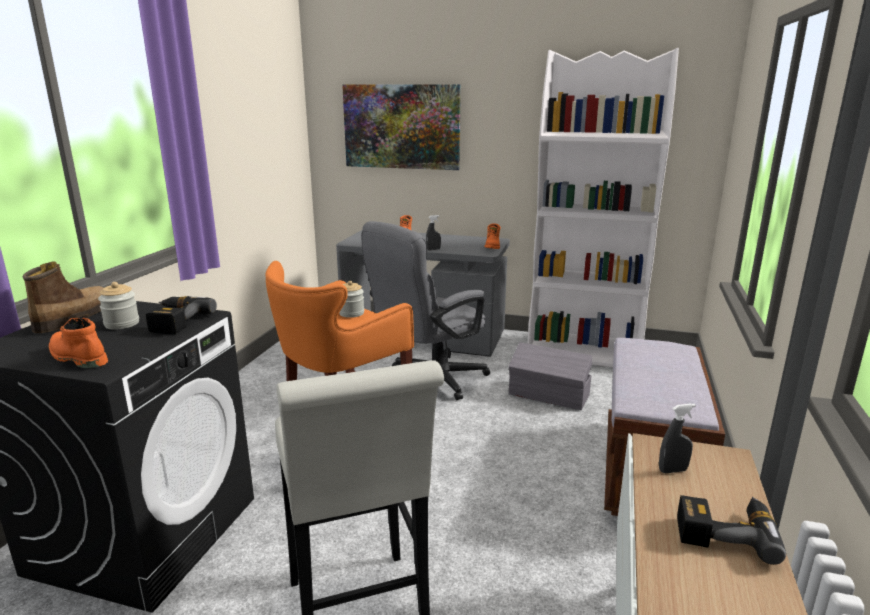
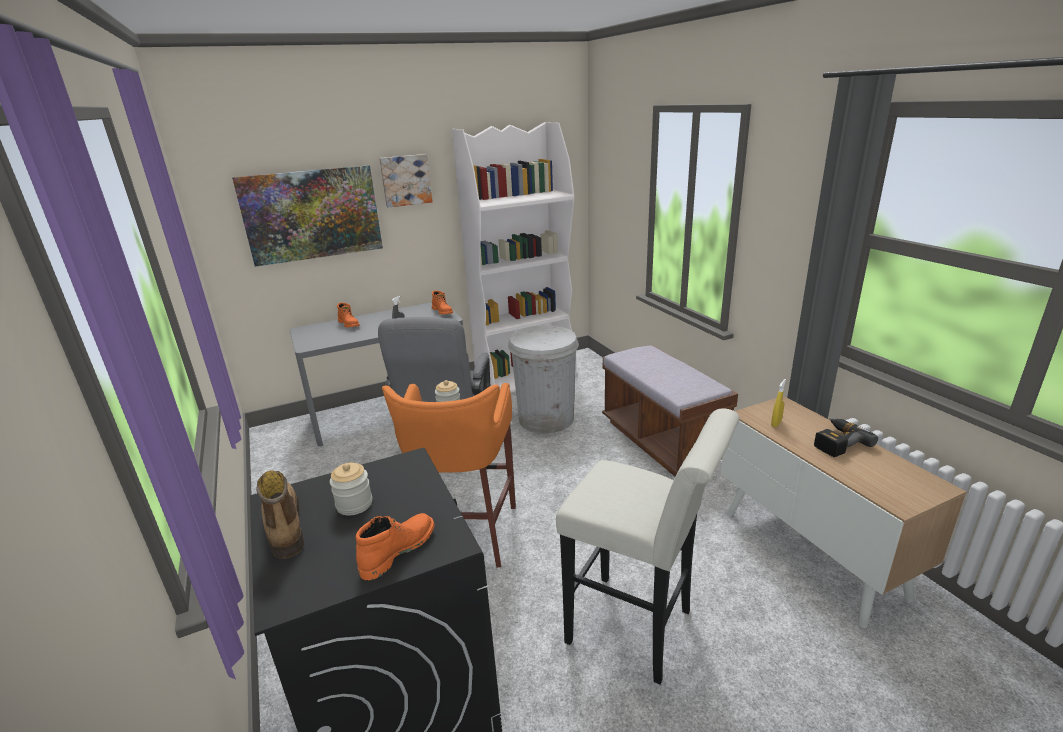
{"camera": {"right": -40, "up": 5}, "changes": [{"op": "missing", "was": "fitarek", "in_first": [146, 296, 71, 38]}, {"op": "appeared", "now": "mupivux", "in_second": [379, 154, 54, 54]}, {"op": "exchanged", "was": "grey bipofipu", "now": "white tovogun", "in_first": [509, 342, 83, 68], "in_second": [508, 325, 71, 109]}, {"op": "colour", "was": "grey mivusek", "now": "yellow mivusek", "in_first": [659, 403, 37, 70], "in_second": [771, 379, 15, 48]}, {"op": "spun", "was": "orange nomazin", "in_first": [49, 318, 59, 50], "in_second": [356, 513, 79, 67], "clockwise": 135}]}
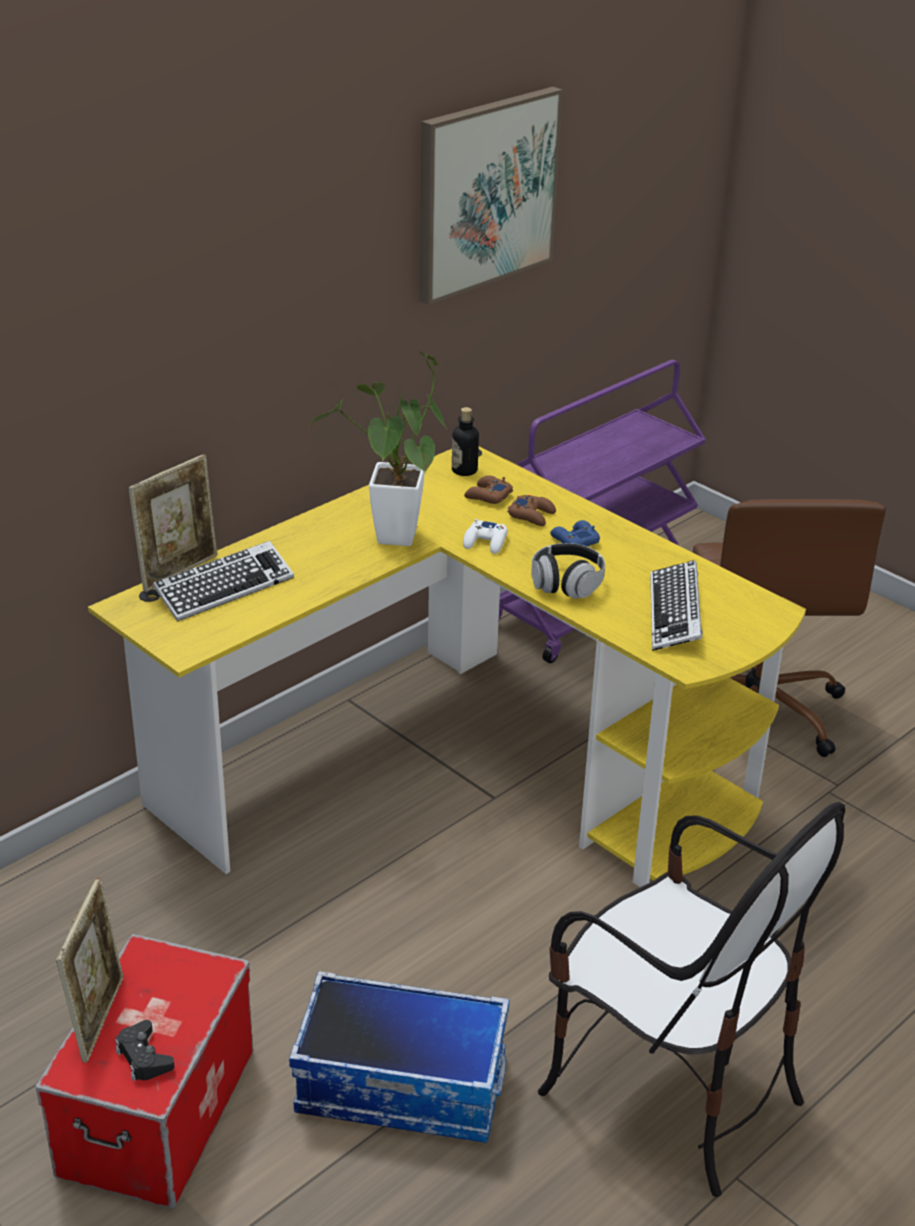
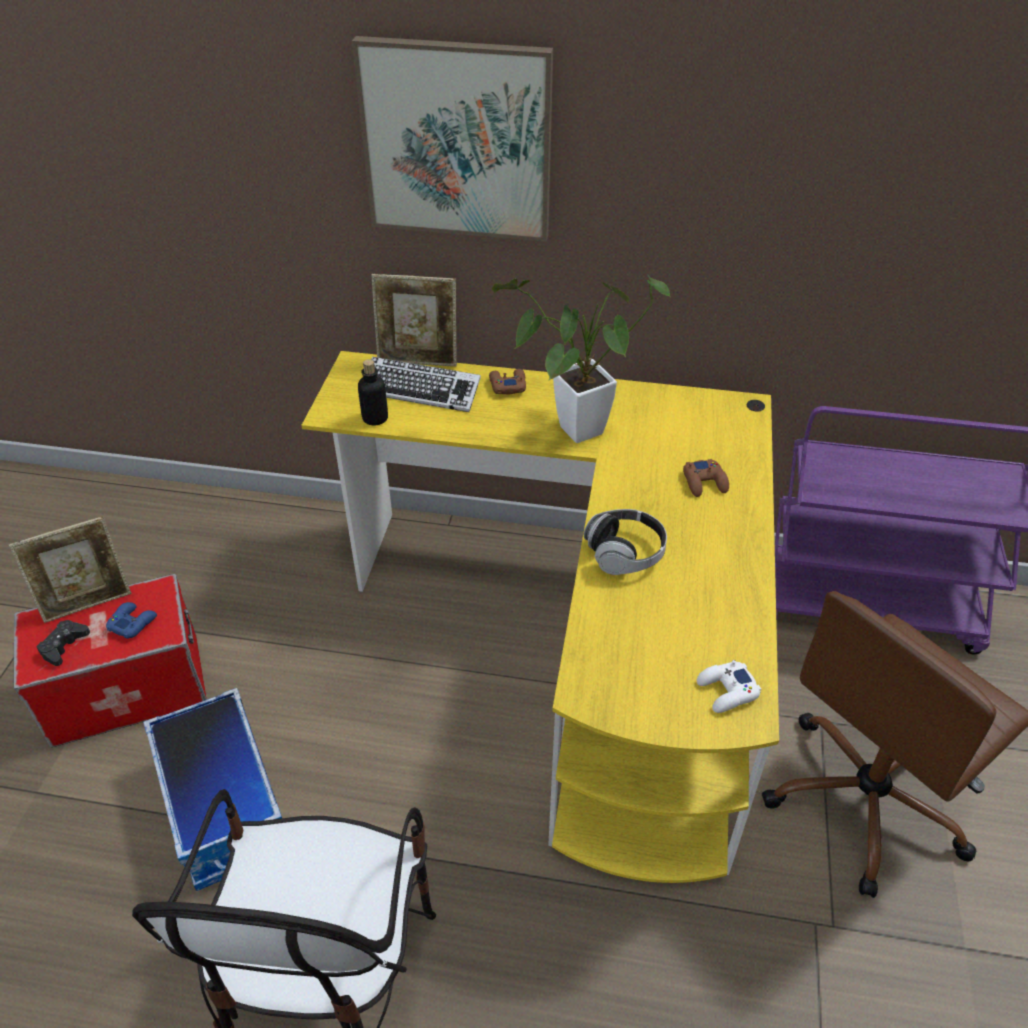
{"camera": {"right": 55, "up": 10}, "changes": [{"op": "missing", "was": "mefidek", "in_first": [650, 560, 53, 91]}, {"op": "relocated", "was": "mupivux", "in_first": [420, 87, 143, 218], "in_second": [352, 36, 201, 206]}, {"op": "relocated", "was": "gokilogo", "in_first": [452, 407, 27, 69], "in_second": [358, 359, 30, 66]}, {"op": "relocated", "was": "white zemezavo", "in_first": [463, 518, 45, 36], "in_second": [697, 660, 64, 53]}, {"op": "relocated", "was": "brown zemezavo", "in_first": [464, 475, 49, 29], "in_second": [489, 369, 37, 26]}, {"op": "relocated", "was": "blue zemezavo", "in_first": [550, 520, 50, 27], "in_second": [106, 602, 51, 37]}]}
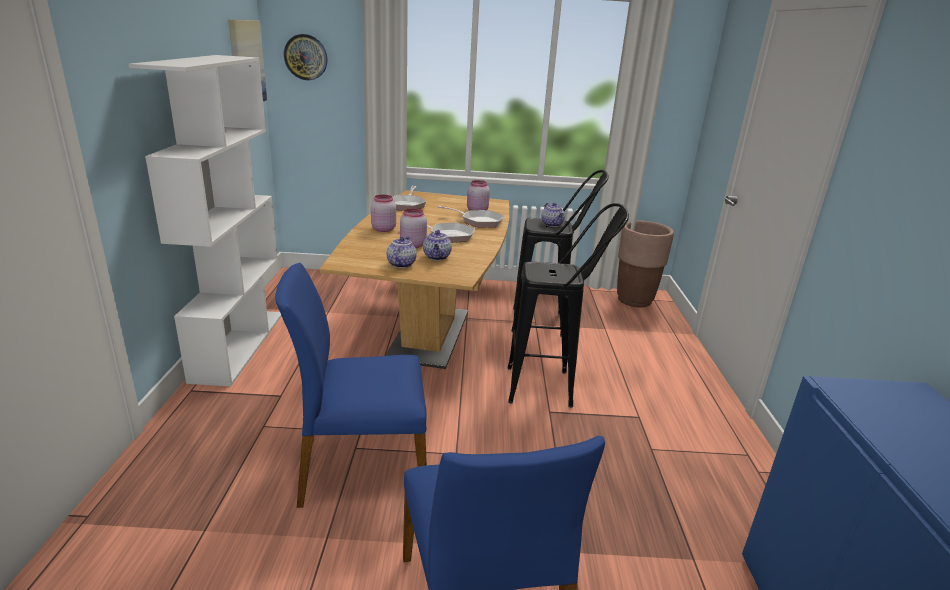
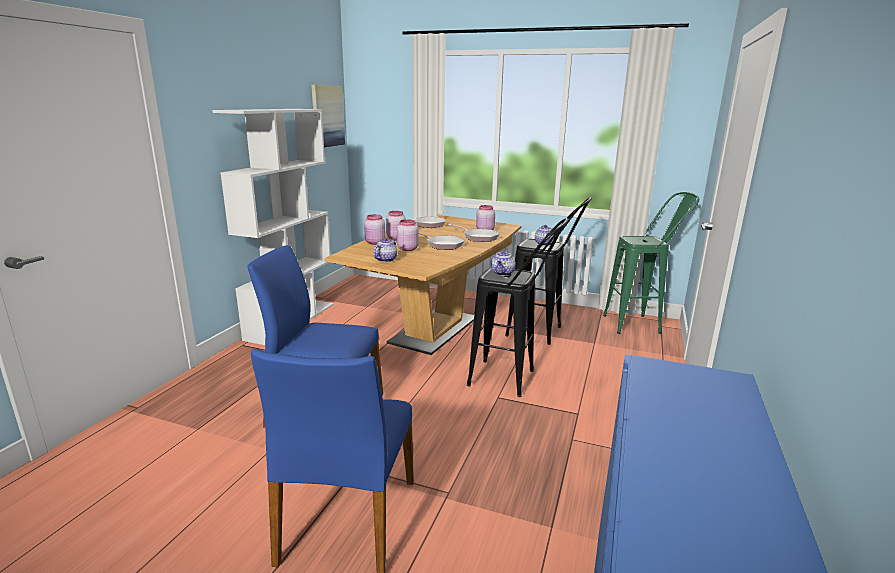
{"camera": {"right": 20, "up": -5}, "changes": [{"op": "missing", "was": "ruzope", "in_first": [284, 34, 44, 46]}, {"op": "appeared", "now": "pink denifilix", "in_second": [364, 214, 22, 31]}, {"op": "relocated", "was": "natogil", "in_first": [423, 230, 29, 30], "in_second": [491, 250, 25, 26]}, {"op": "exchanged", "was": "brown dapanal", "now": "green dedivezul", "in_first": [617, 221, 57, 86], "in_second": [603, 192, 96, 142]}]}
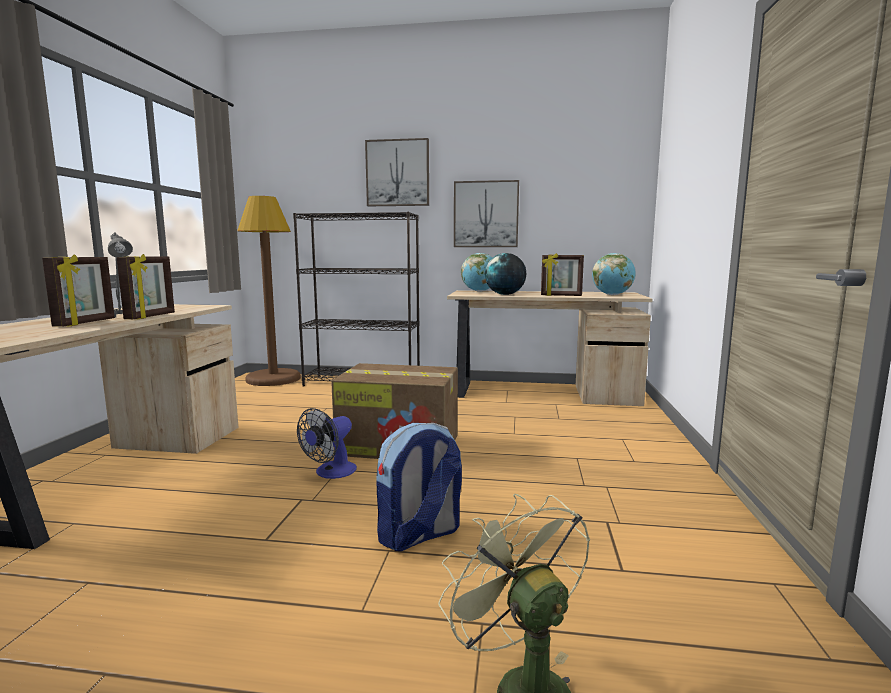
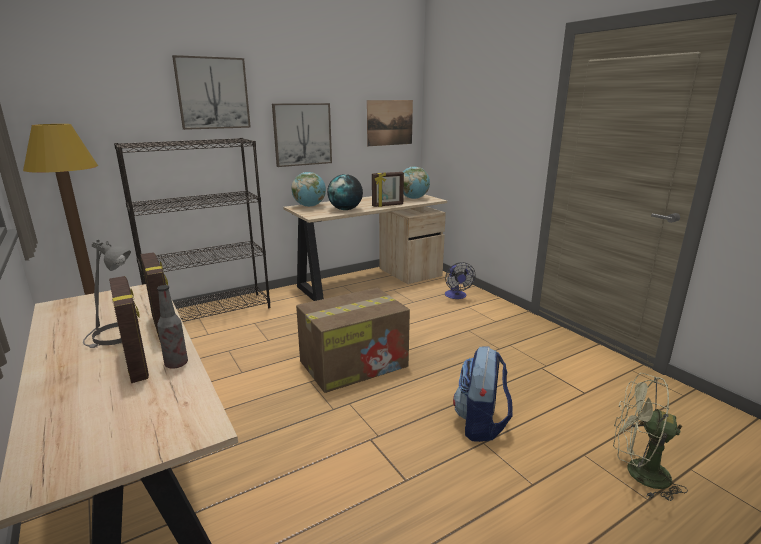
{"camera": {"right": -40, "up": 10}, "changes": [{"op": "appeared", "now": "gokilogo", "in_second": [157, 285, 31, 84]}, {"op": "appeared", "now": "mupivux", "in_second": [367, 100, 46, 46]}, {"op": "relocated", "was": "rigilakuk", "in_first": [297, 408, 60, 71], "in_second": [445, 262, 31, 37]}]}
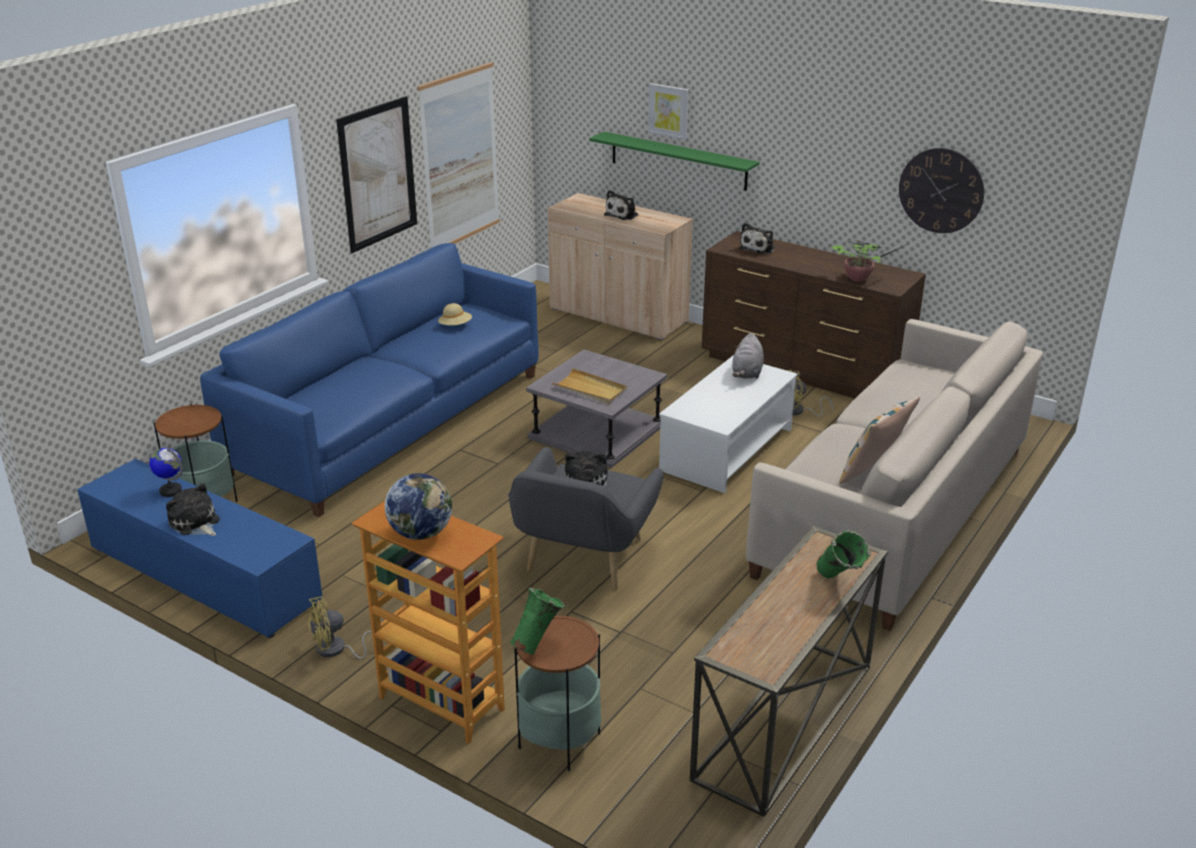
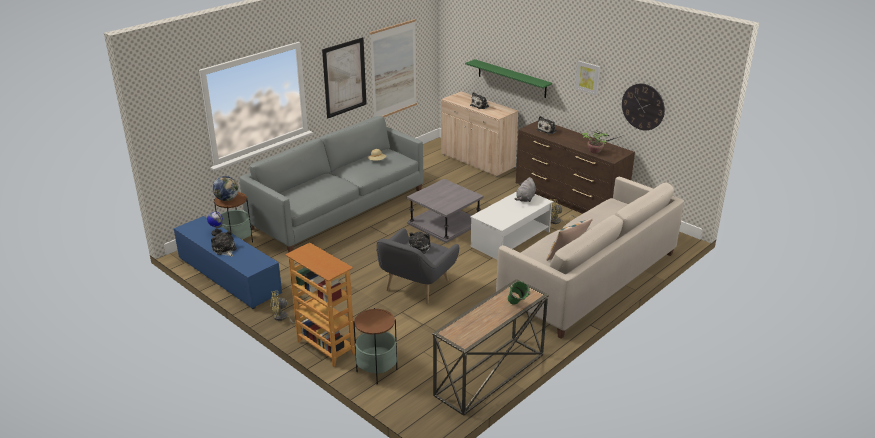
{"camera": {"right": 10, "up": 0}, "changes": [{"op": "missing", "was": "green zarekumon", "in_first": [510, 588, 55, 67]}, {"op": "missing", "was": "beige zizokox", "in_first": [552, 368, 75, 36]}, {"op": "relocated", "was": "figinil", "in_first": [385, 473, 67, 67], "in_second": [212, 176, 26, 25]}, {"op": "relocated", "was": "mupivux", "in_first": [648, 83, 41, 57], "in_second": [575, 61, 25, 34]}, {"op": "colour", "was": "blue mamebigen", "now": "grey mamebigen", "in_first": [200, 243, 338, 274], "in_second": [239, 116, 185, 137]}]}
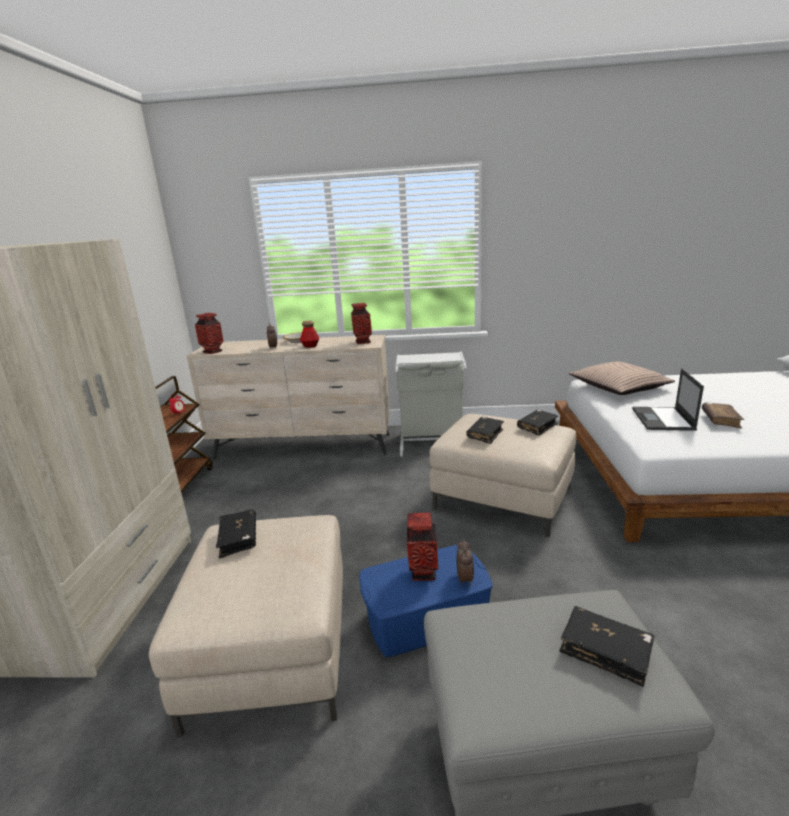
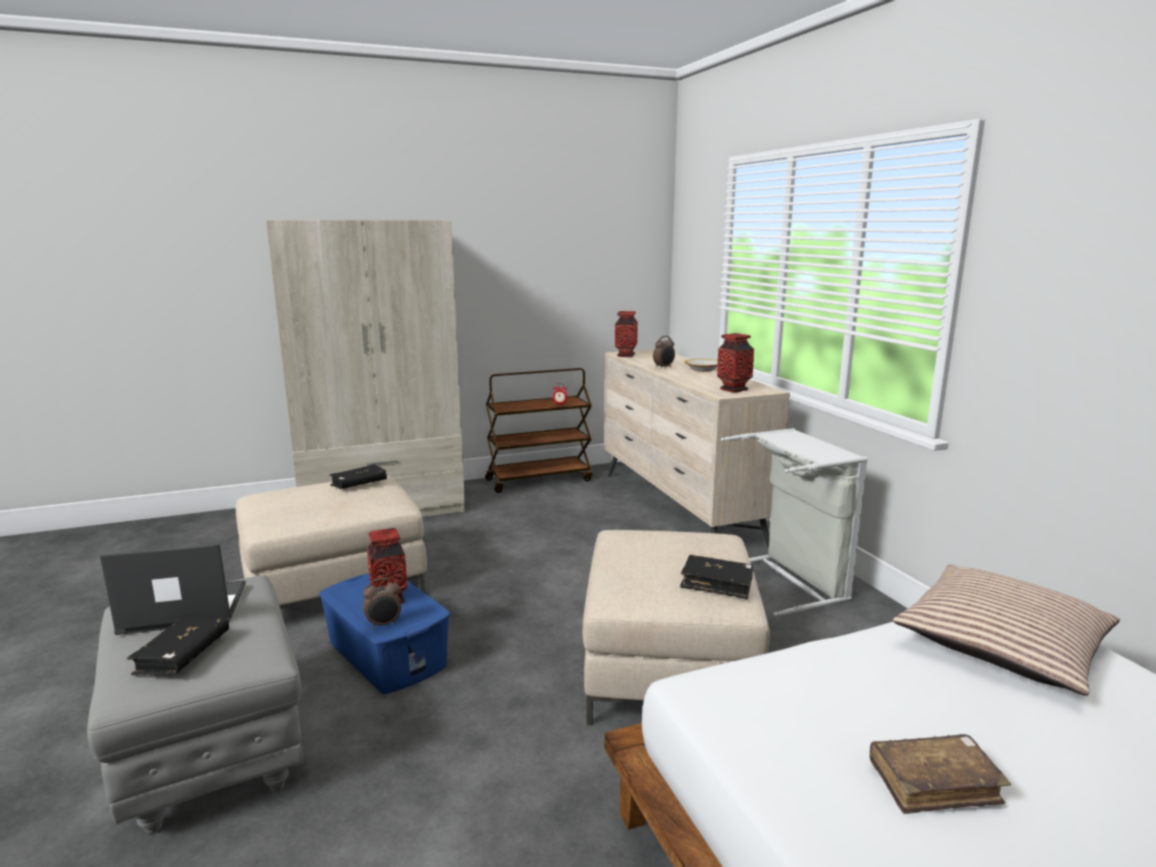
{"camera": {"right": 65, "up": -5}, "changes": [{"op": "missing", "was": "gokilogo", "in_first": [300, 320, 19, 28]}, {"op": "missing", "was": "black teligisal", "in_first": [466, 417, 38, 27]}, {"op": "relocated", "was": "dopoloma", "in_first": [632, 368, 72, 63], "in_second": [100, 543, 146, 92]}]}
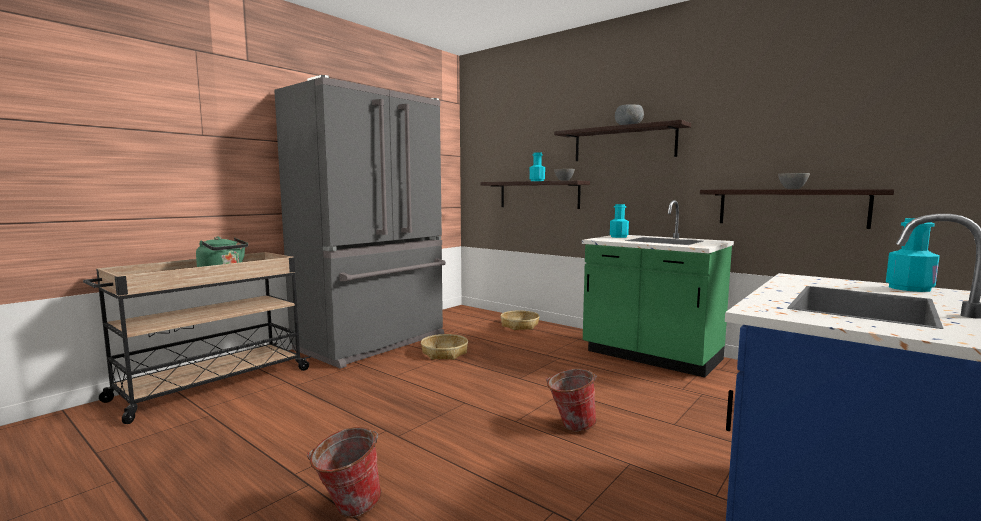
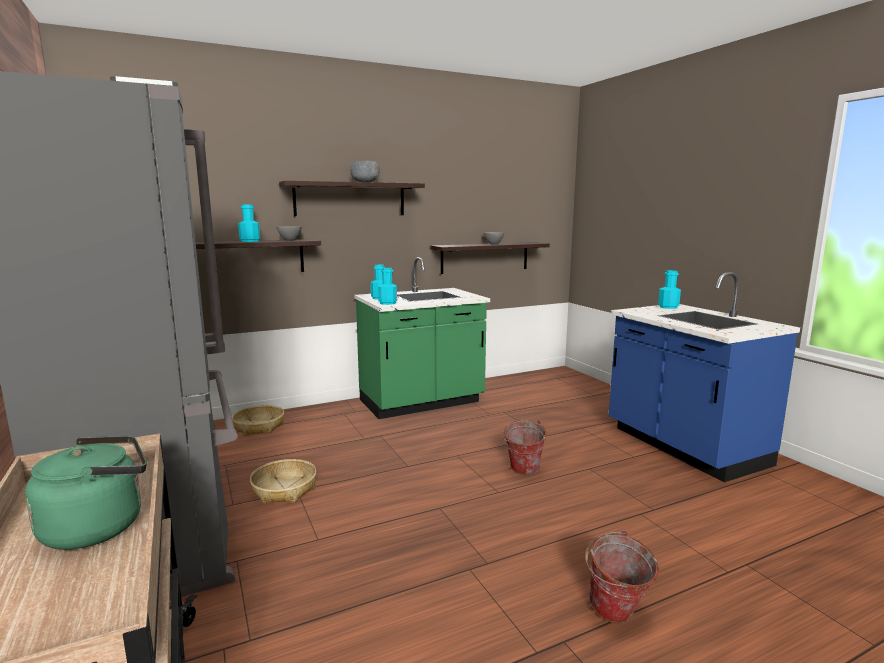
{"camera": {"right": -65, "up": 5}, "changes": [{"op": "appeared", "now": "turquoise gokilogo", "in_second": [378, 268, 19, 37]}]}
